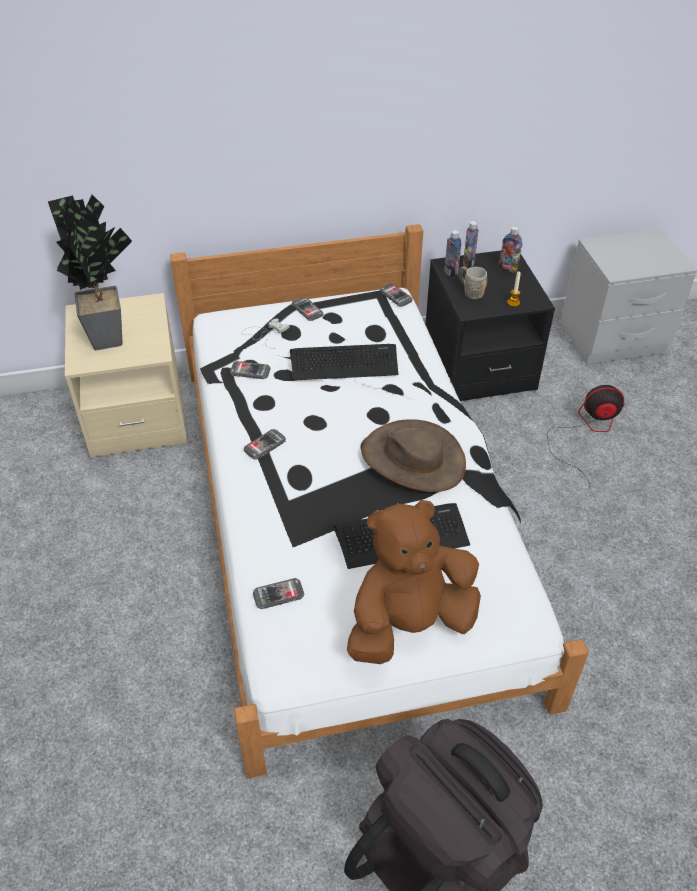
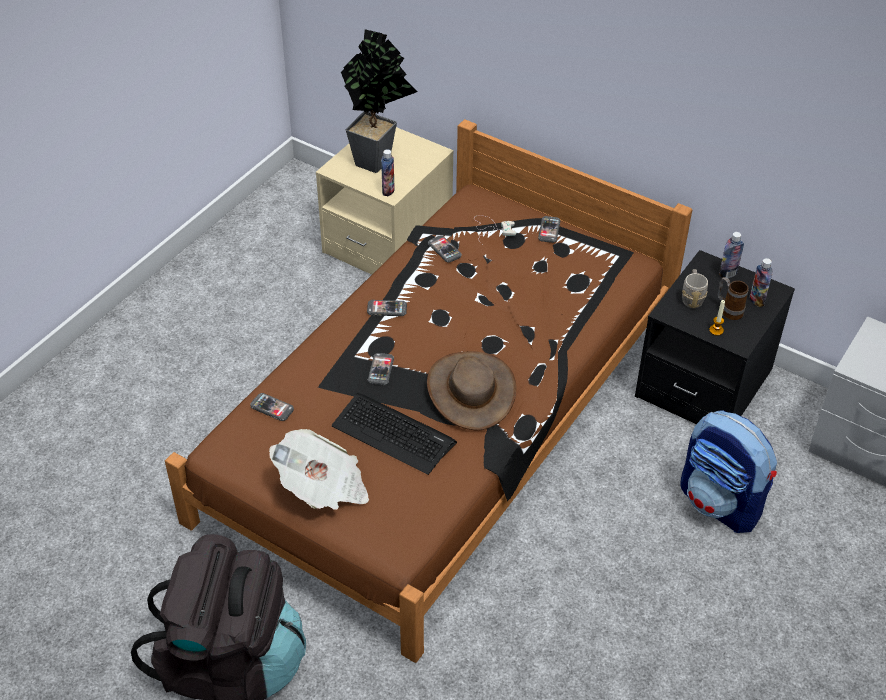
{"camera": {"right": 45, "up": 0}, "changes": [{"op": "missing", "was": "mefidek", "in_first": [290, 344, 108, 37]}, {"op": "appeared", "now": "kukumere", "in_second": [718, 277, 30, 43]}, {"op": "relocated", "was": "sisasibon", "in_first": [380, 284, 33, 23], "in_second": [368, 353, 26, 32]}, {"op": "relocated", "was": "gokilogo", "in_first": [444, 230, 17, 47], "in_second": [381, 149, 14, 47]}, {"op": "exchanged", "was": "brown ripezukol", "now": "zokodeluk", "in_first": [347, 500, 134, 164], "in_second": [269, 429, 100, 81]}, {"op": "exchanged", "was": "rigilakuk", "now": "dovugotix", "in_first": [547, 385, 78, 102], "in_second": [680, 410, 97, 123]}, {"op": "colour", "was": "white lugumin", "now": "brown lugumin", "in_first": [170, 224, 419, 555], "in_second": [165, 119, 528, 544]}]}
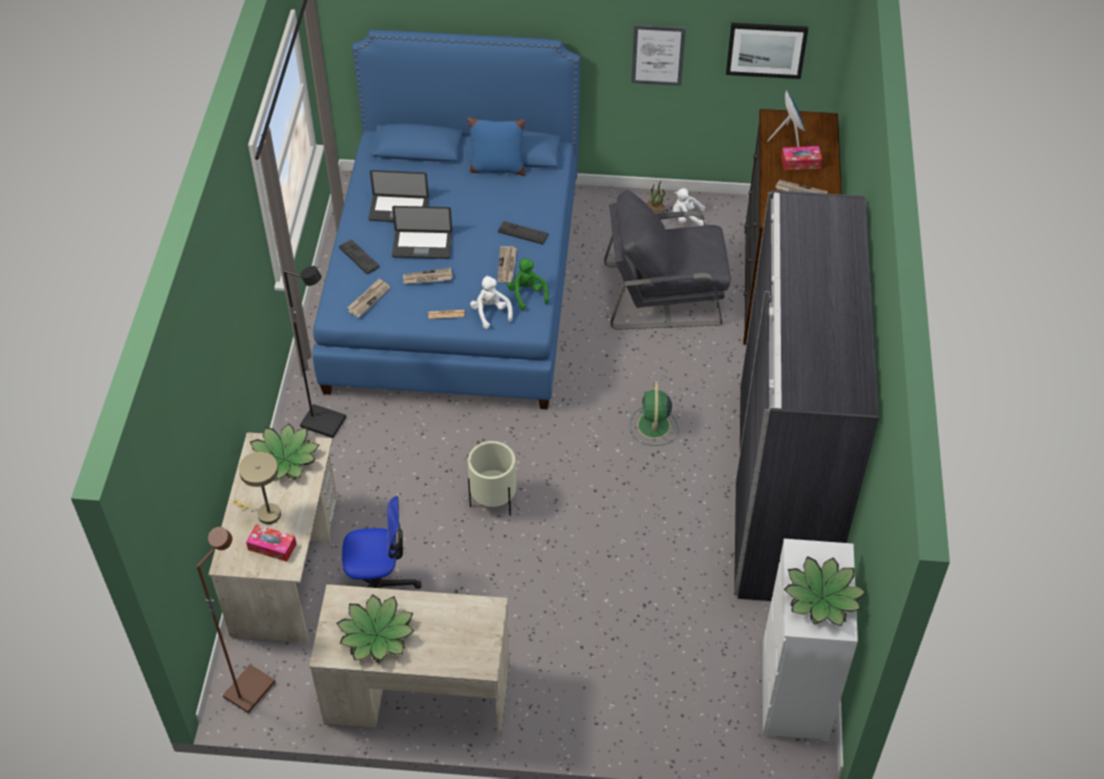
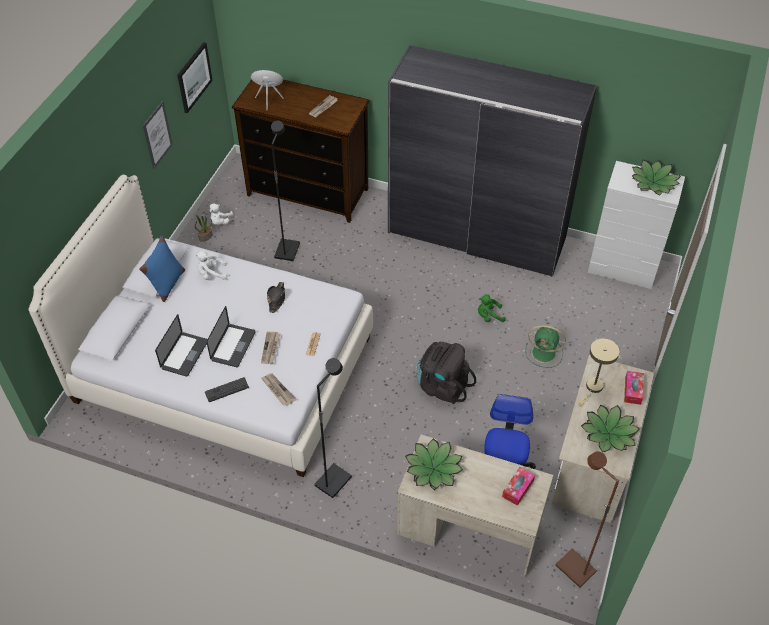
{"camera": {"right": -75, "up": 0}, "changes": [{"op": "missing", "was": "mefidek", "in_first": [498, 221, 50, 24]}, {"op": "relocated", "was": "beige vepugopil", "in_first": [233, 452, 48, 72], "in_second": [578, 339, 41, 67]}, {"op": "relocated", "was": "white ripezukol", "in_first": [470, 276, 43, 53], "in_second": [195, 250, 32, 30]}, {"op": "relocated", "was": "green ripezukol", "in_first": [507, 257, 42, 53], "in_second": [478, 294, 27, 28]}, {"op": "relocated", "was": "green rigilakuk", "in_first": [630, 381, 49, 65], "in_second": [526, 325, 40, 43]}, {"op": "relocated", "was": "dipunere", "in_first": [781, 146, 41, 24], "in_second": [624, 371, 20, 34]}, {"op": "exchanged", "was": "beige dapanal", "now": "black dovugotix", "in_first": [468, 441, 48, 75], "in_second": [417, 342, 59, 62]}, {"op": "exchanged", "was": "zokodeluk", "now": "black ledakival", "in_first": [497, 246, 20, 36], "in_second": [267, 282, 18, 31]}, {"op": "exchanged", "was": "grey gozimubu", "now": "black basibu", "in_first": [604, 190, 127, 139], "in_second": [271, 121, 29, 140]}, {"op": "colour", "was": "blue lugumin", "now": "white lugumin", "in_first": [312, 30, 268, 380], "in_second": [29, 175, 344, 302]}]}
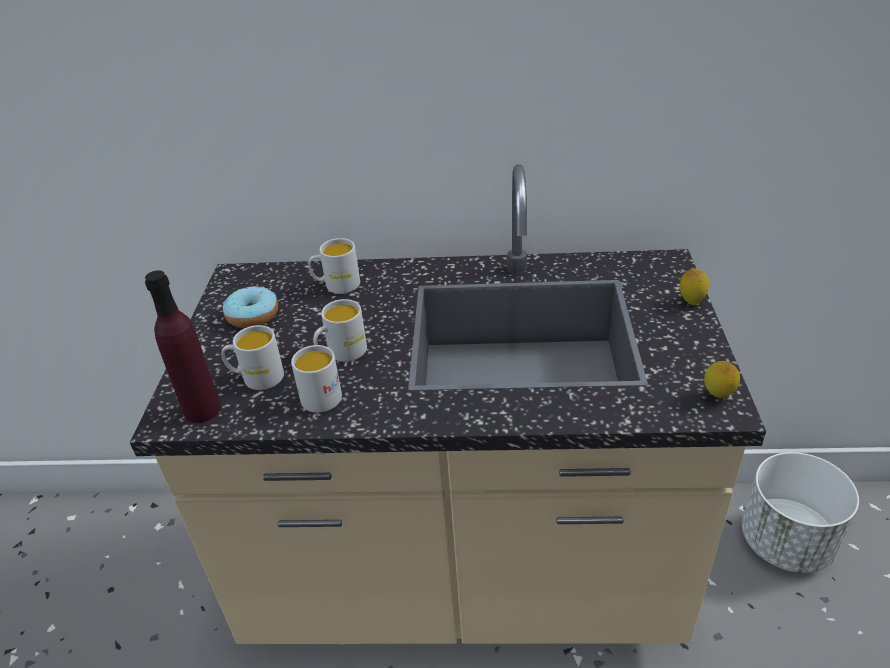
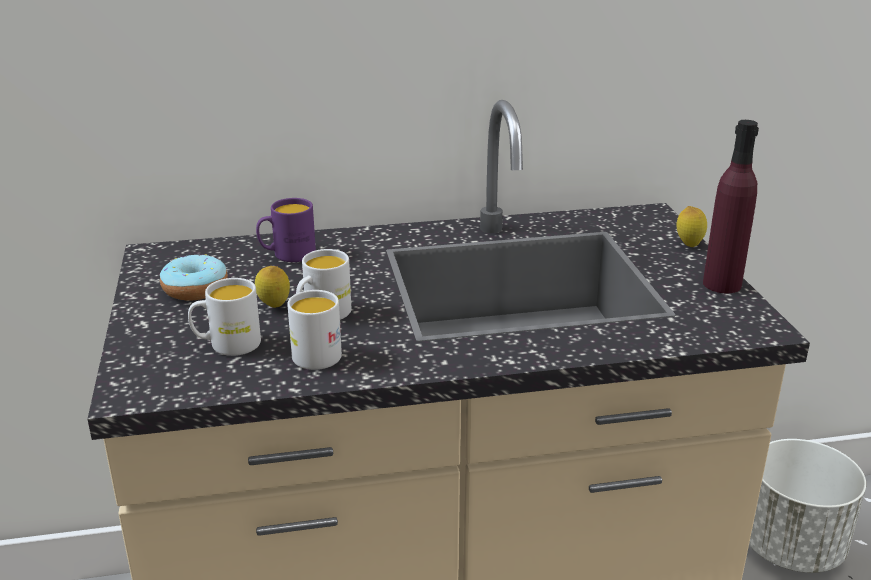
{"camera": {"right": -15, "up": -10}, "changes": [{"op": "relocated", "was": "purple gokilogo", "in_first": [145, 270, 76, 153], "in_second": [703, 120, 56, 173]}, {"op": "relocated", "was": "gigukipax", "in_first": [704, 361, 36, 37], "in_second": [255, 266, 35, 42]}, {"op": "colour", "was": "white kukumere", "now": "purple kukumere", "in_first": [308, 238, 52, 56], "in_second": [256, 198, 60, 64]}]}
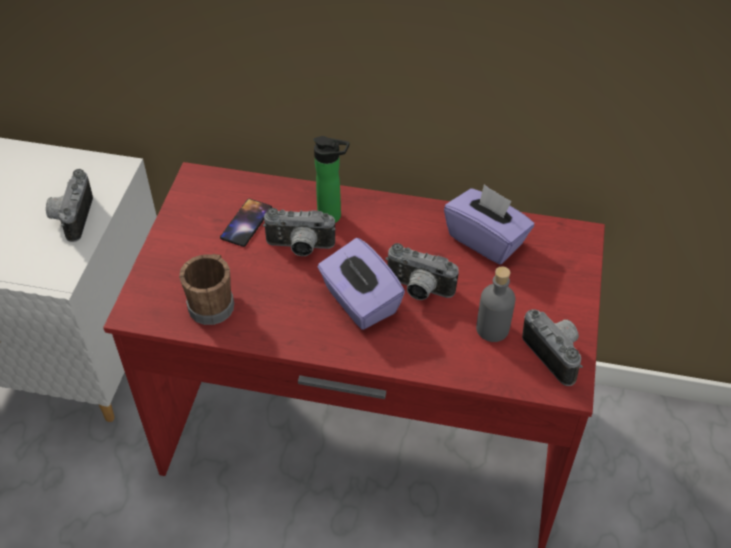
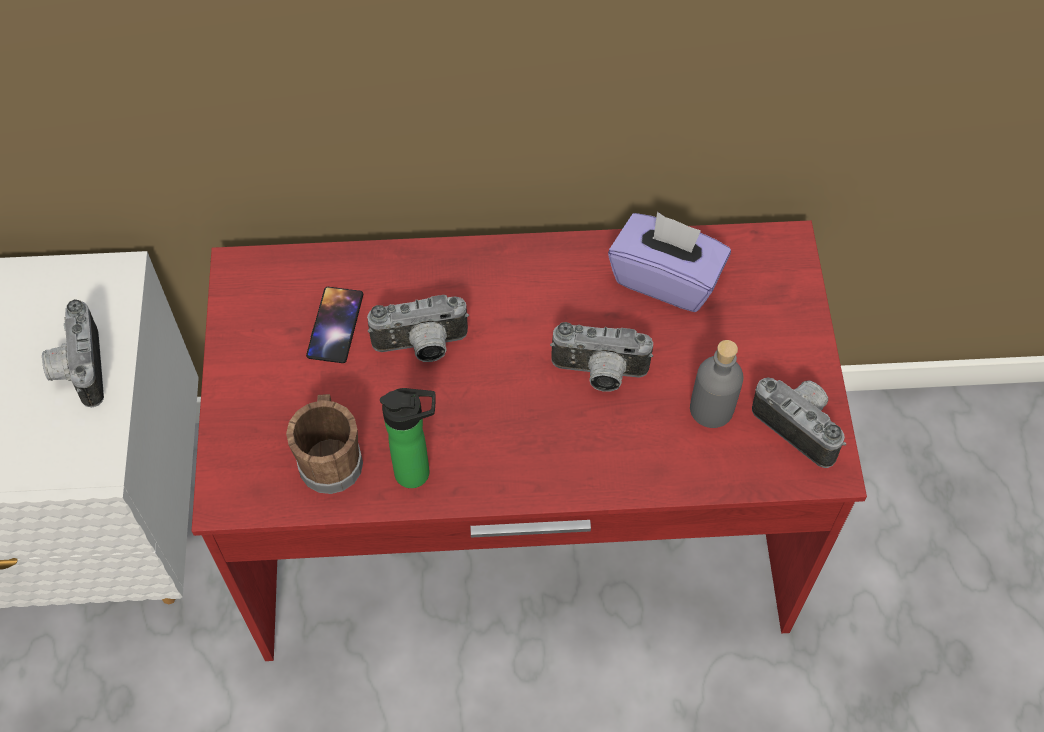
{"camera": {"right": -15, "up": 10}, "changes": [{"op": "missing", "was": "purple dipunere", "in_first": [317, 238, 88, 92]}, {"op": "relocated", "was": "gokilogo", "in_first": [313, 136, 36, 87], "in_second": [380, 388, 56, 100]}]}
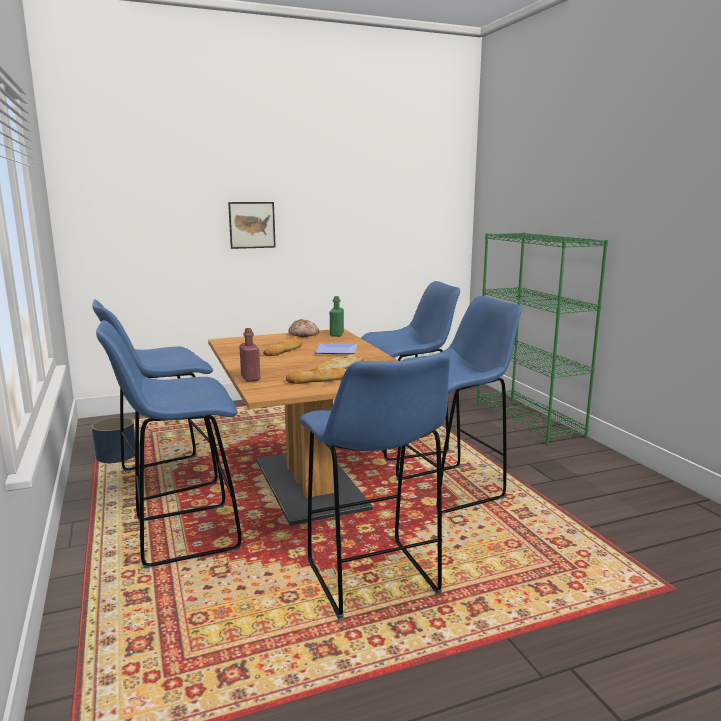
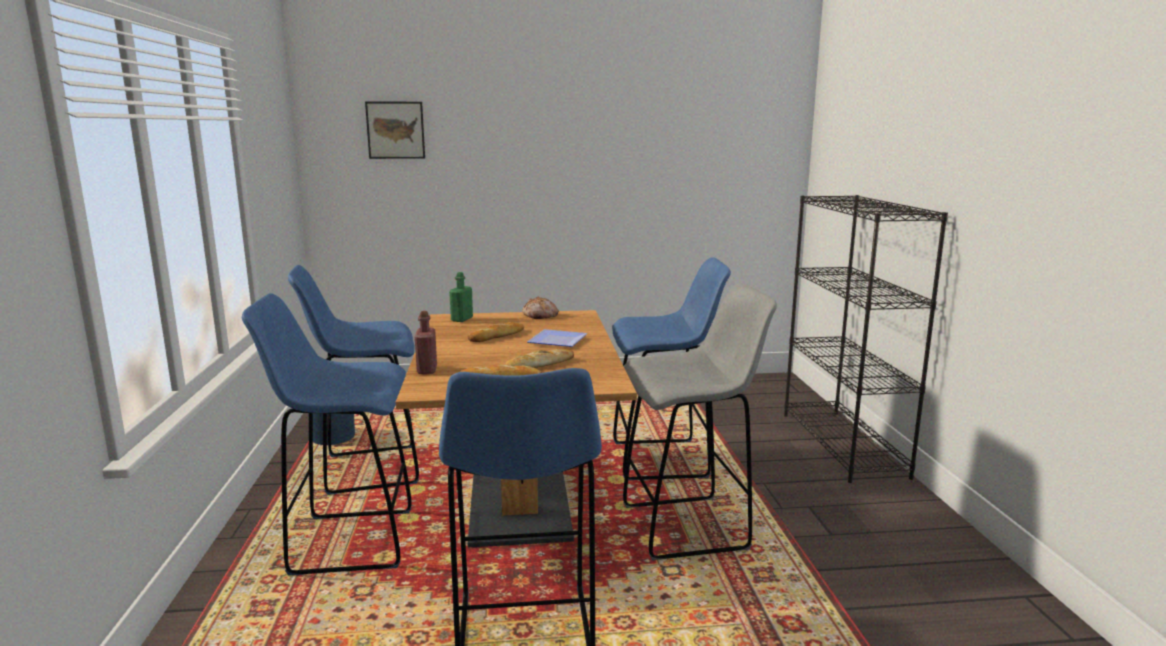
{"camera": {"right": 15, "up": 0}, "changes": [{"op": "relocated", "was": "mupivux", "in_first": [228, 202, 48, 47], "in_second": [365, 101, 60, 58]}, {"op": "relocated", "was": "green gokilogo", "in_first": [330, 296, 14, 41], "in_second": [449, 272, 24, 50]}, {"op": "colour", "was": "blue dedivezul", "now": "grey dedivezul", "in_first": [396, 296, 126, 218], "in_second": [623, 283, 154, 278]}, {"op": "colour", "was": "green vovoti", "now": "black vovoti", "in_first": [477, 232, 131, 213], "in_second": [784, 195, 164, 288]}]}
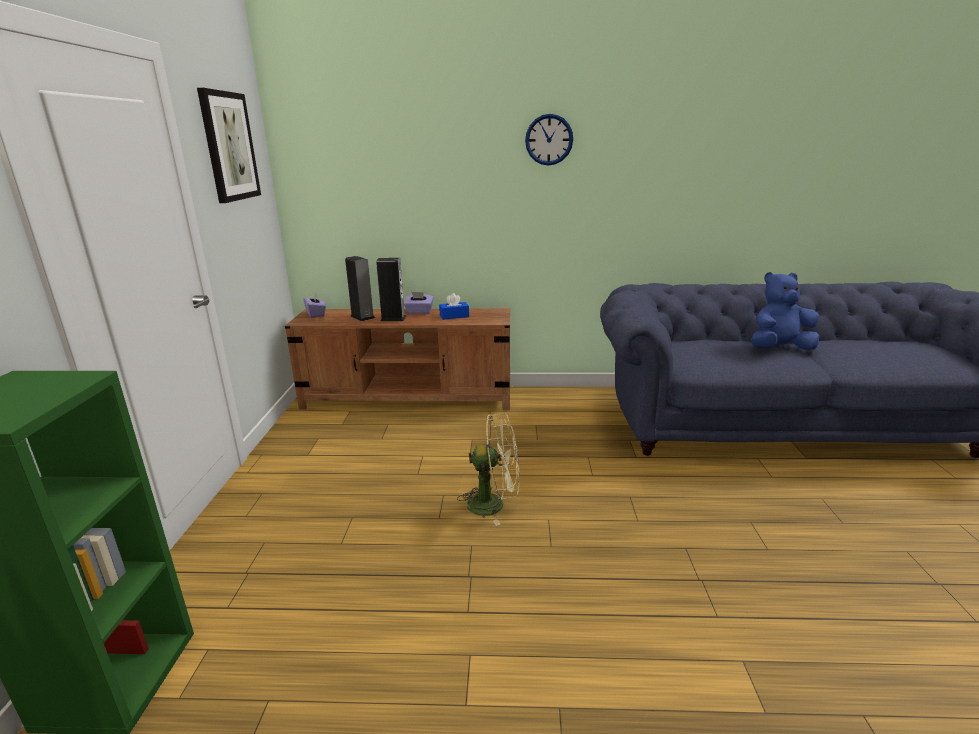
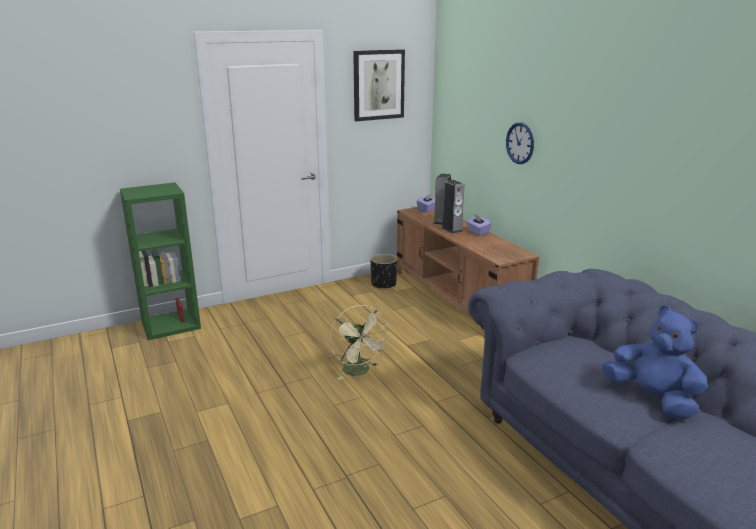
{"camera": {"right": 60, "up": 0}, "changes": [{"op": "missing", "was": "blue dipunere", "in_first": [439, 293, 30, 27]}, {"op": "appeared", "now": "black dapanal", "in_second": [370, 254, 27, 35]}, {"op": "relocated", "was": "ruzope", "in_first": [525, 114, 48, 51], "in_second": [506, 123, 28, 41]}]}
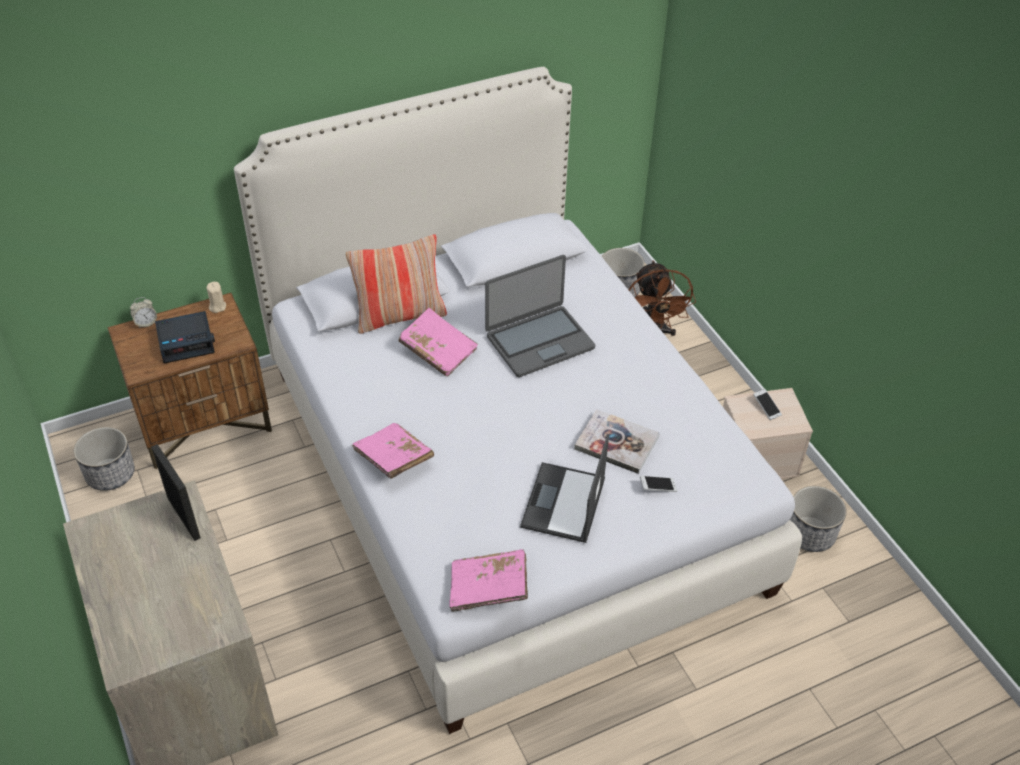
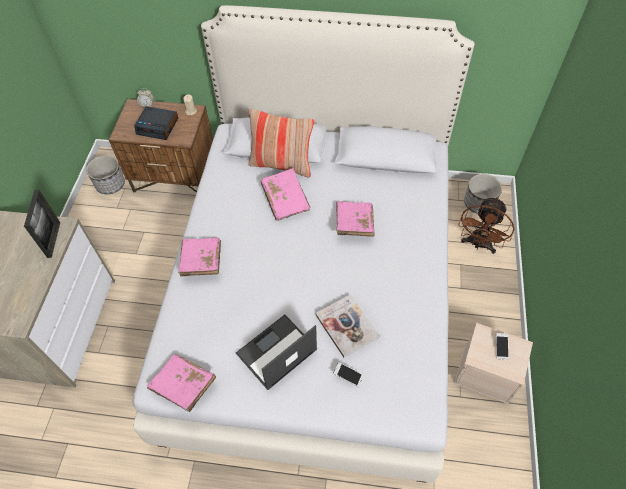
{"camera": {"right": 35, "up": 10}, "changes": [{"op": "missing", "was": "dapanal", "in_first": [790, 486, 57, 66]}, {"op": "exchanged", "was": "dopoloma", "now": "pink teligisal", "in_first": [485, 255, 110, 122], "in_second": [336, 201, 39, 36]}]}
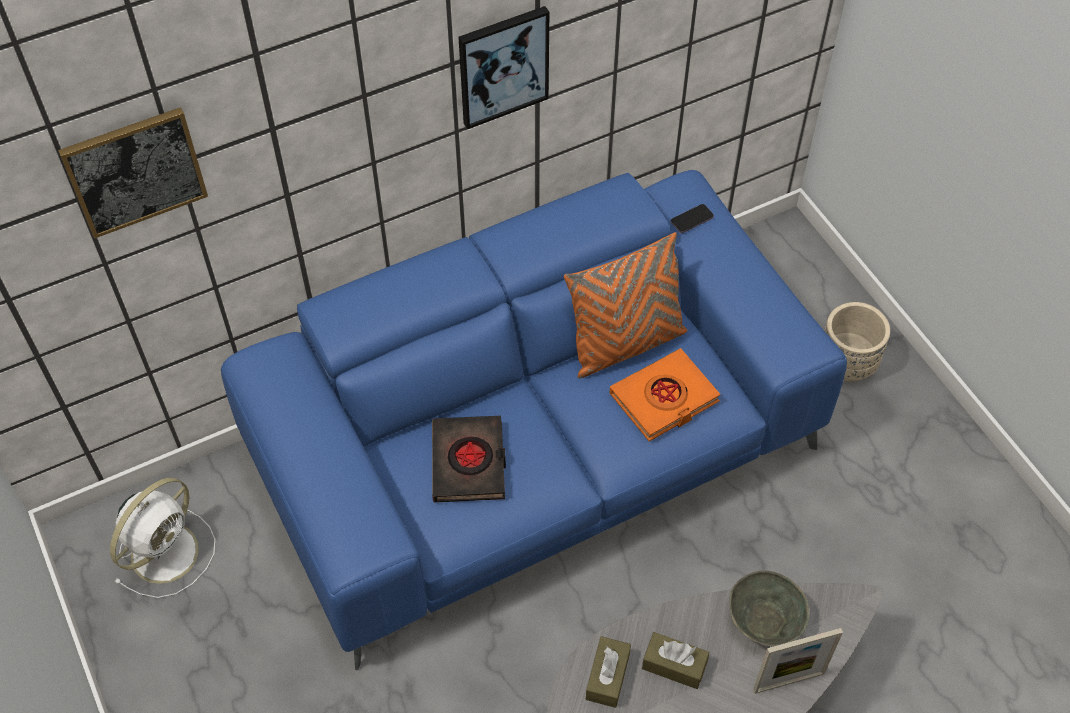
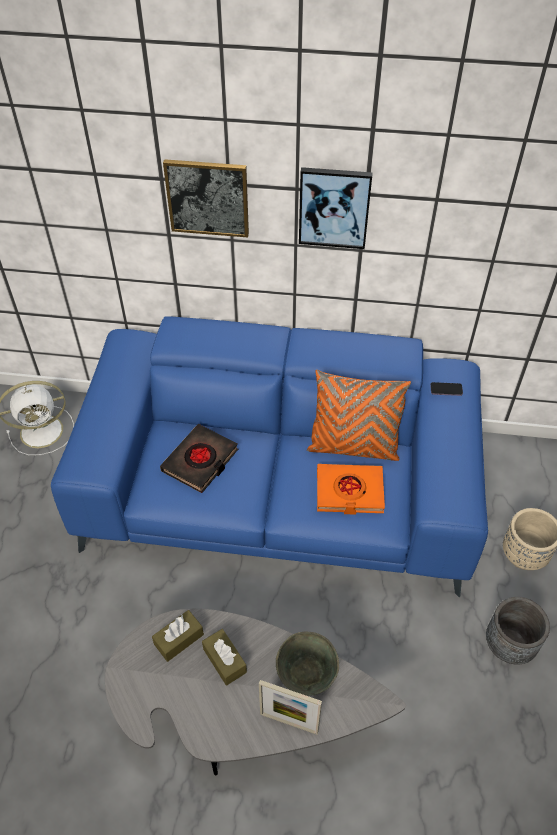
{"camera": {"right": 35, "up": -5}, "changes": [{"op": "appeared", "now": "grey dapanal", "in_second": [486, 597, 64, 68]}, {"op": "relocated", "was": "mupivux", "in_first": [58, 107, 150, 132], "in_second": [163, 159, 86, 79]}]}
